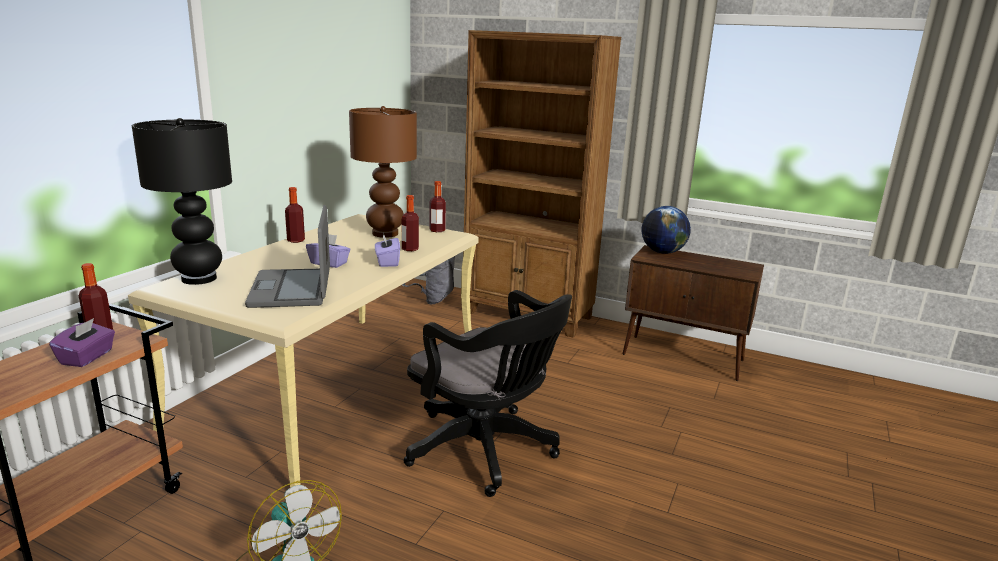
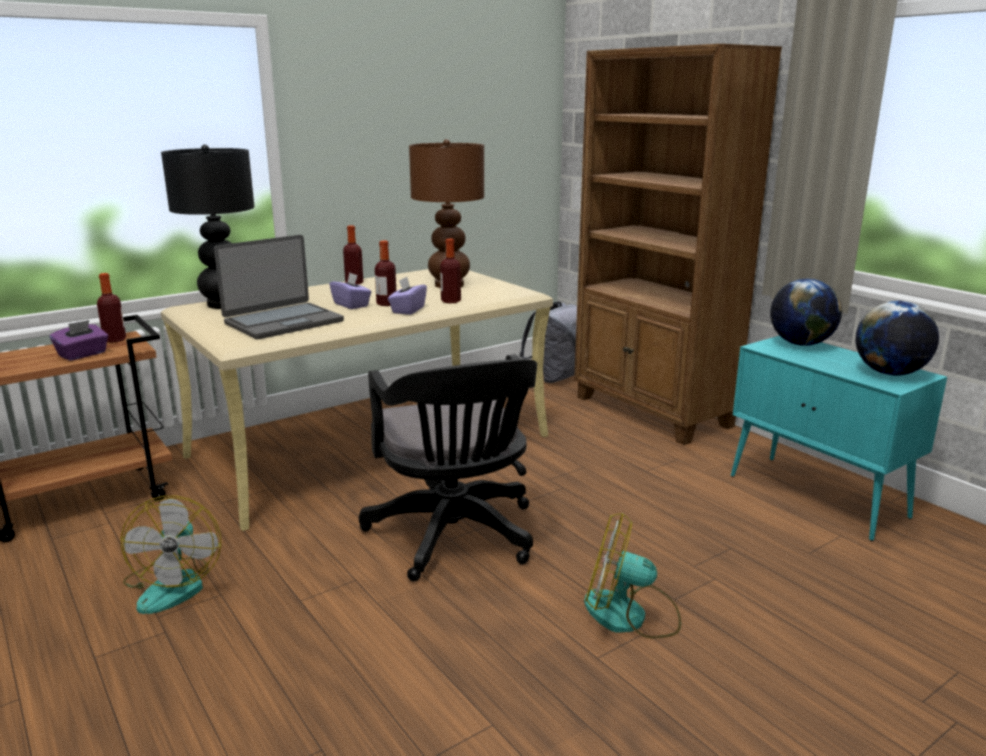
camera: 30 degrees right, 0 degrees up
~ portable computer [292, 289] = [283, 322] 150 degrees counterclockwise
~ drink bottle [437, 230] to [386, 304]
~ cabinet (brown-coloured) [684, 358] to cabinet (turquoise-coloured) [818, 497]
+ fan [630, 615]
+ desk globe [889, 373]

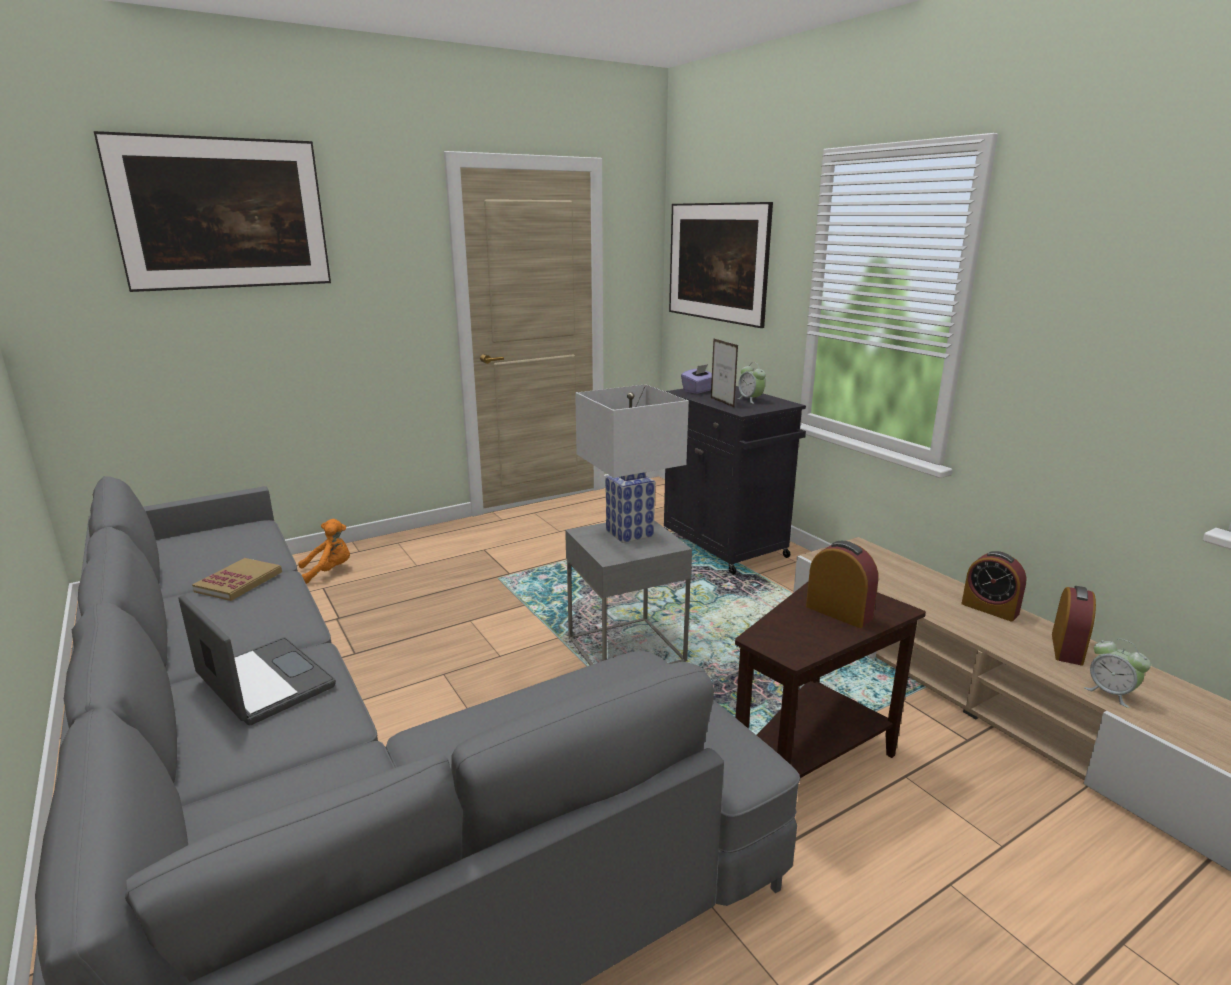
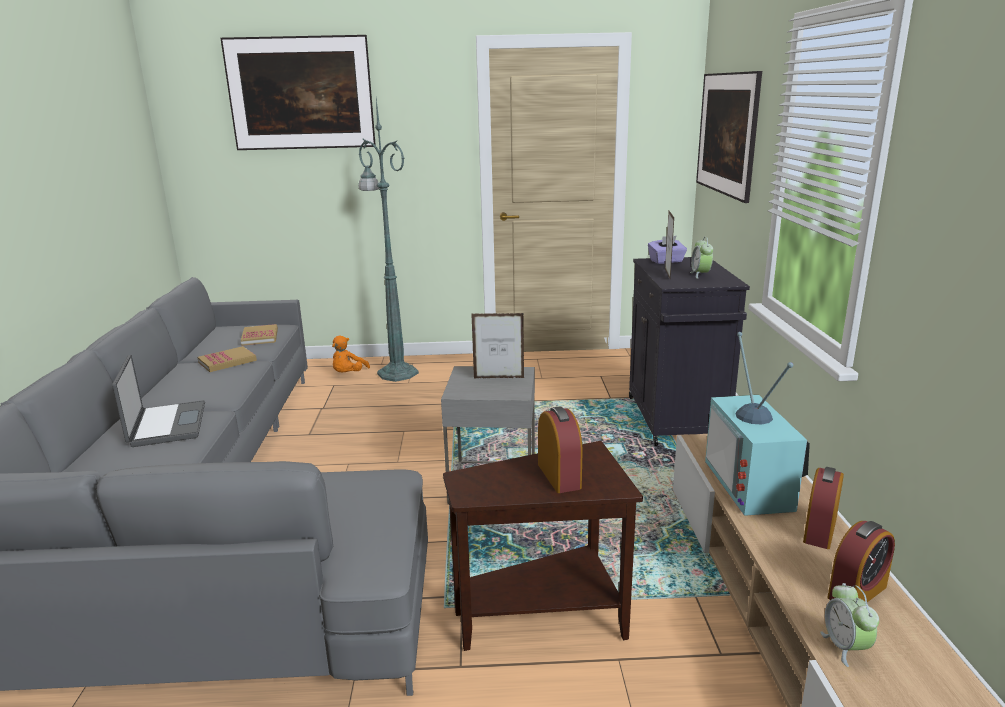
camera: 30 degrees right, 0 degrees up
~ soft toy (orange) [329, 571] = [348, 374] 105 degrees clockwise
~ lamp for a table (white-coloured) [630, 533] to standing frame [499, 378]
~ alarm clock [990, 609] = [819, 531] 45 degrees clockwise
+ volume [260, 337]
+ standard lamp (green-coloured) [396, 373]
+ TV set [754, 485]

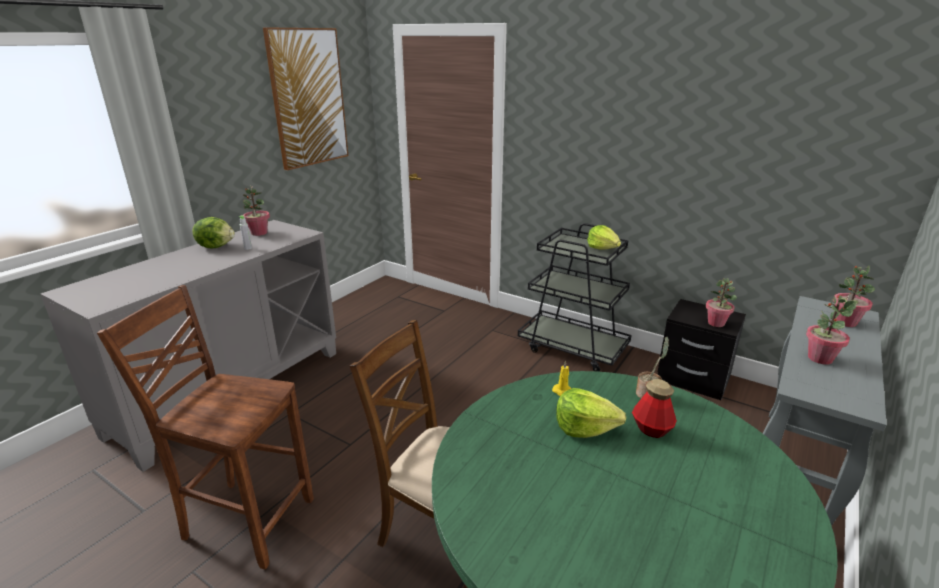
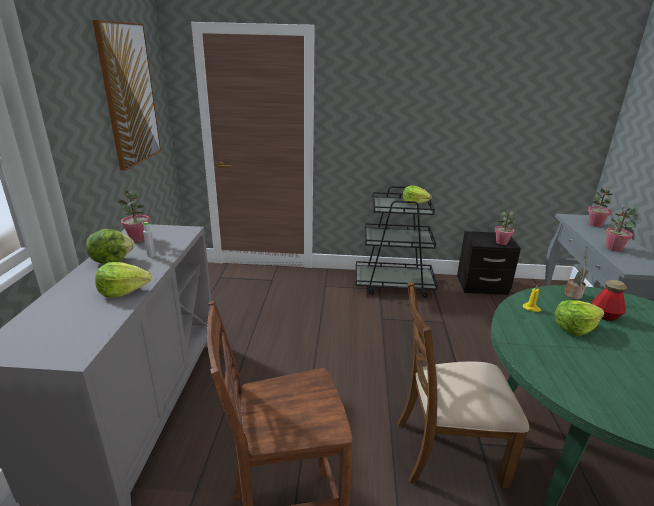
camera: 30 degrees left, 0 degrees up
+ lettuce head [123, 291]

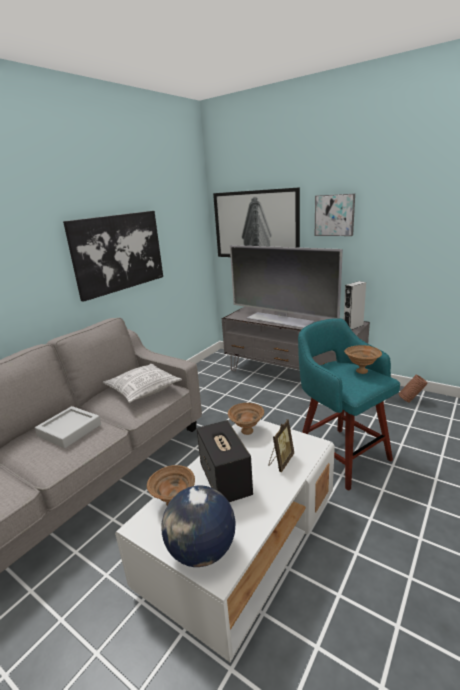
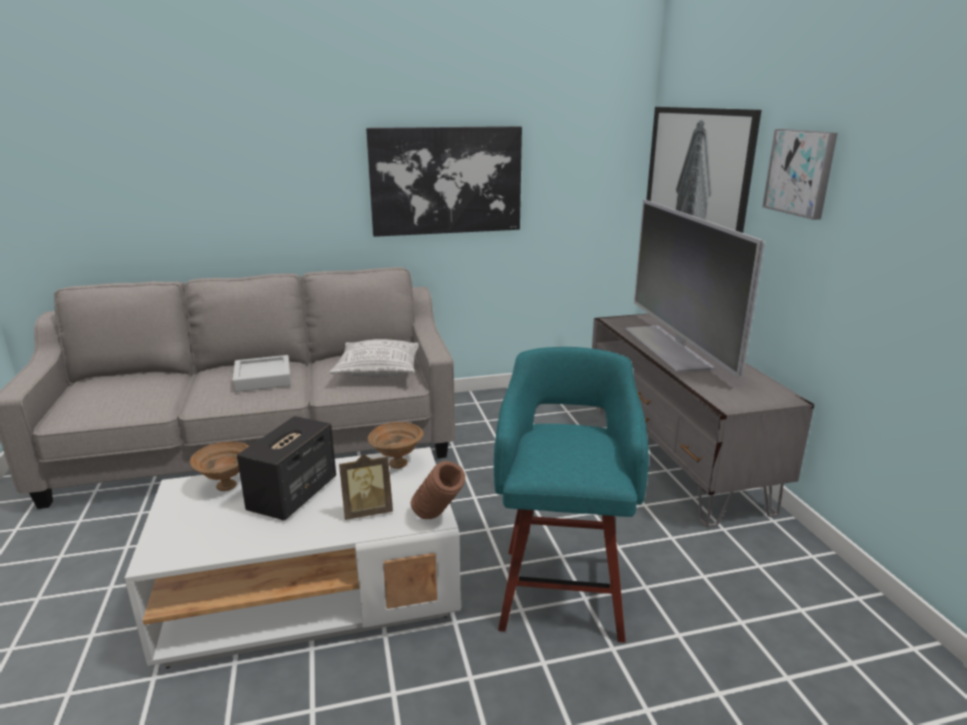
camera: 40 degrees right, 0 degrees up
- desk globe [201, 551]
- speaker (gray) [353, 327]
- serving bowl (brown-coloured) [360, 371]
~ flower vase (brown-coloured) [411, 401] to [438, 520]

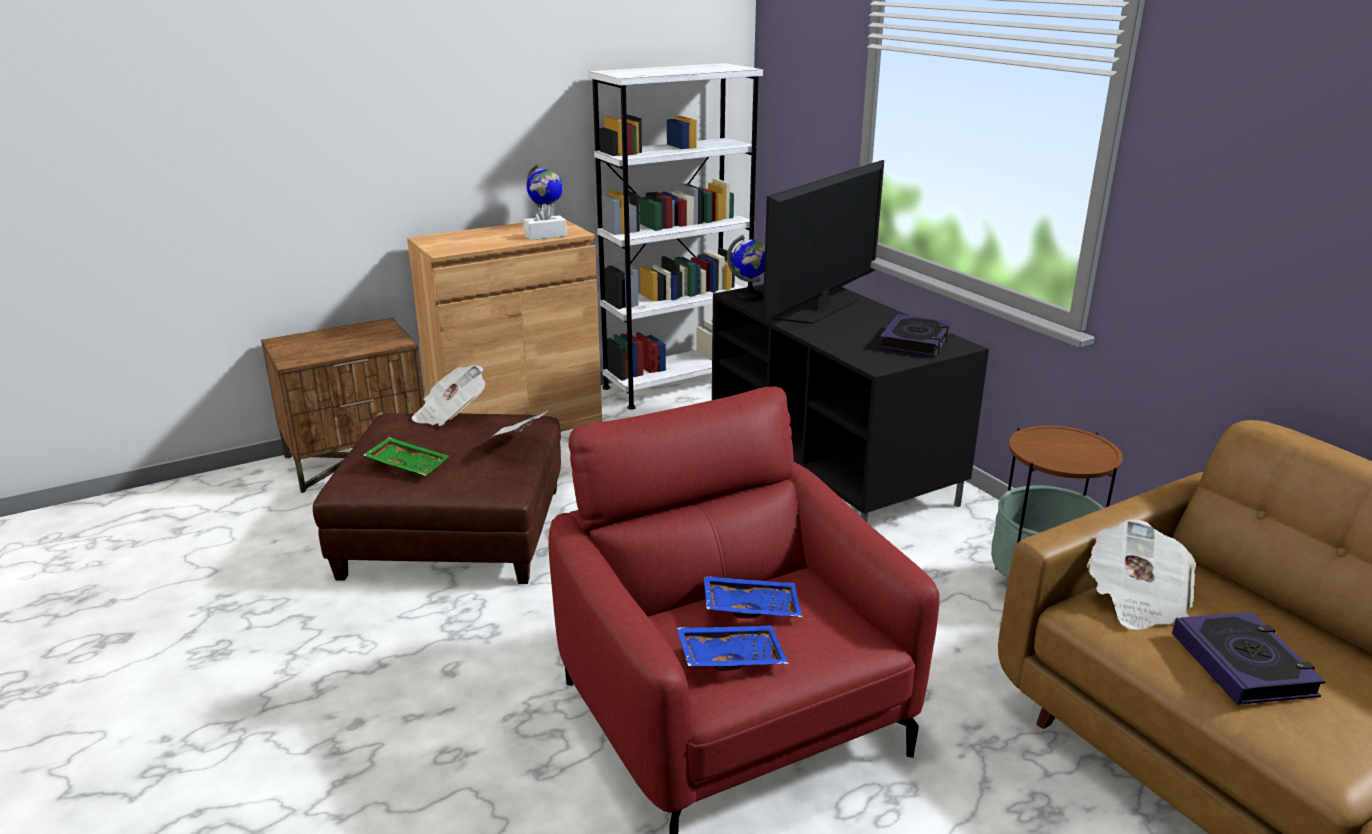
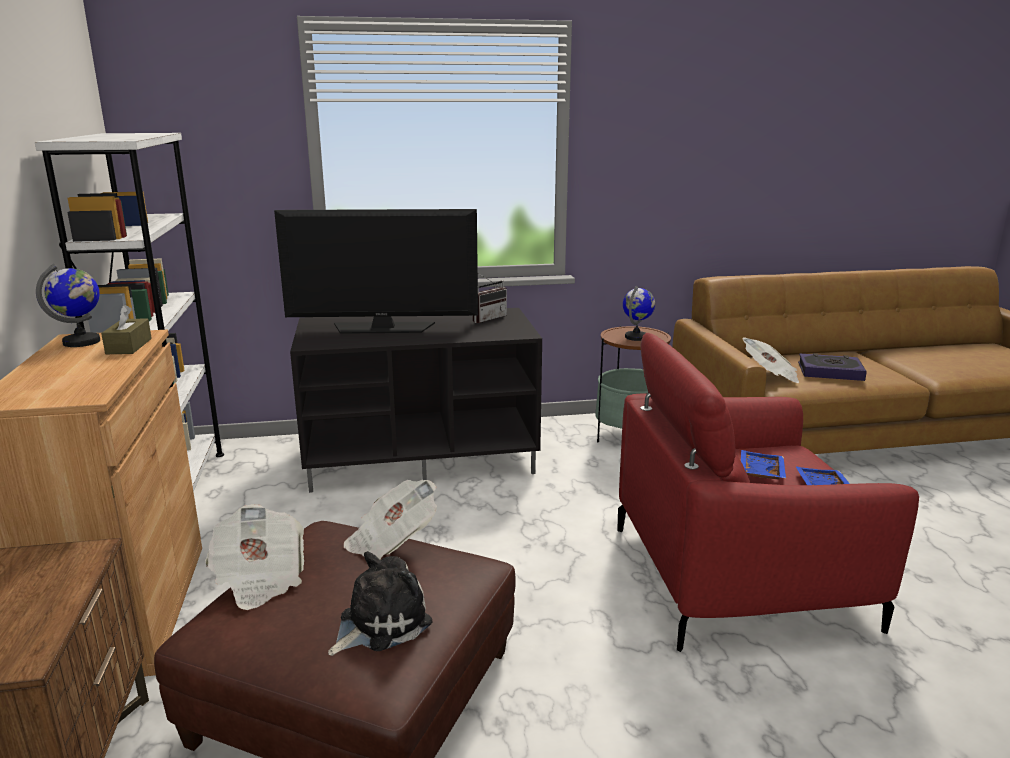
camera: 70 degrees left, 5 degrees down
~ serving tray (green-coloured) [408, 465] to soft toy [380, 623]
~ tissue box (white-coloured) [545, 236] to tissue box (brown-coloured) [129, 346]
~ desk globe [749, 297] to [636, 337]
~ TV set [819, 308] = [383, 328] 120 degrees clockwise
~ volume [915, 341] to radio receiver [486, 318]

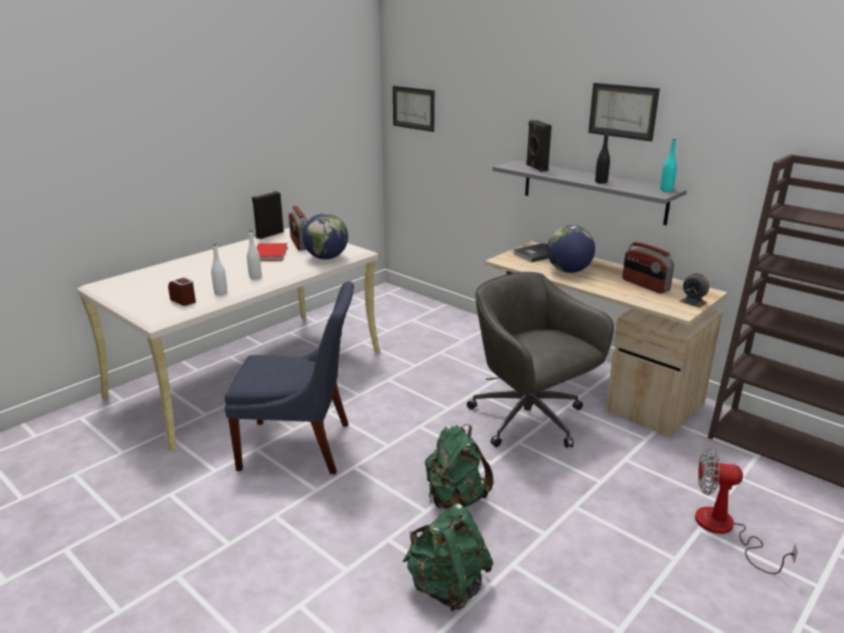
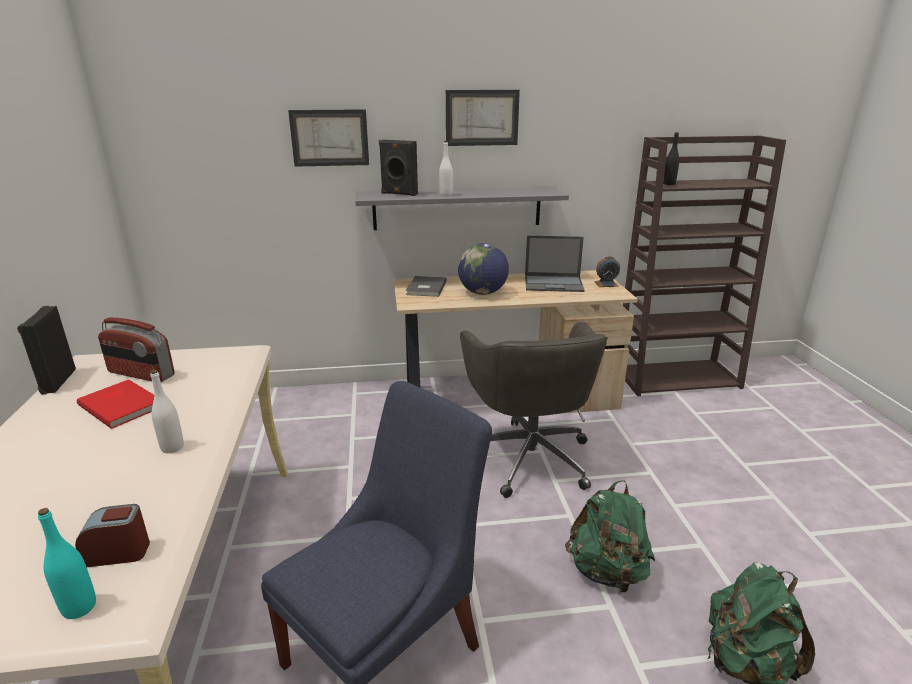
camera: 50 degrees left, 0 degrees up
~ drink bottle (white-coloured) [221, 293] to [446, 195]
- desk globe [326, 258]
~ picture [413, 108] to [329, 138]
~ office chair (gray) [529, 420] = [529, 456] 105 degrees counterclockwise
~ drink bottle (blackish) [601, 182] to [669, 184]
~ radio receiver [645, 285] to portable computer [554, 284]
~ drink bottle (turquoise-coloured) [666, 190] to [79, 607]
- fan [725, 530]

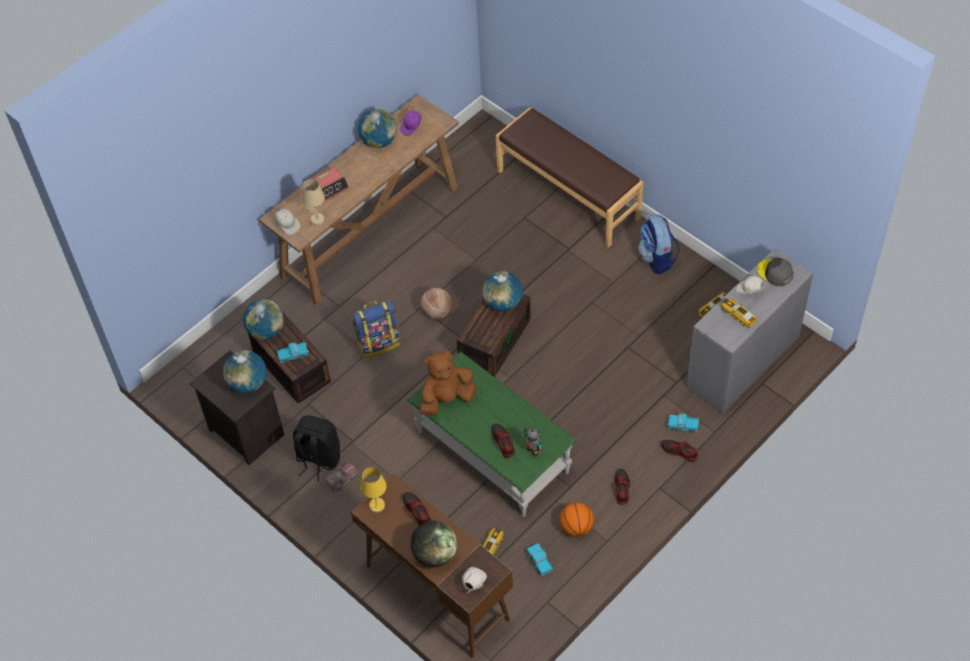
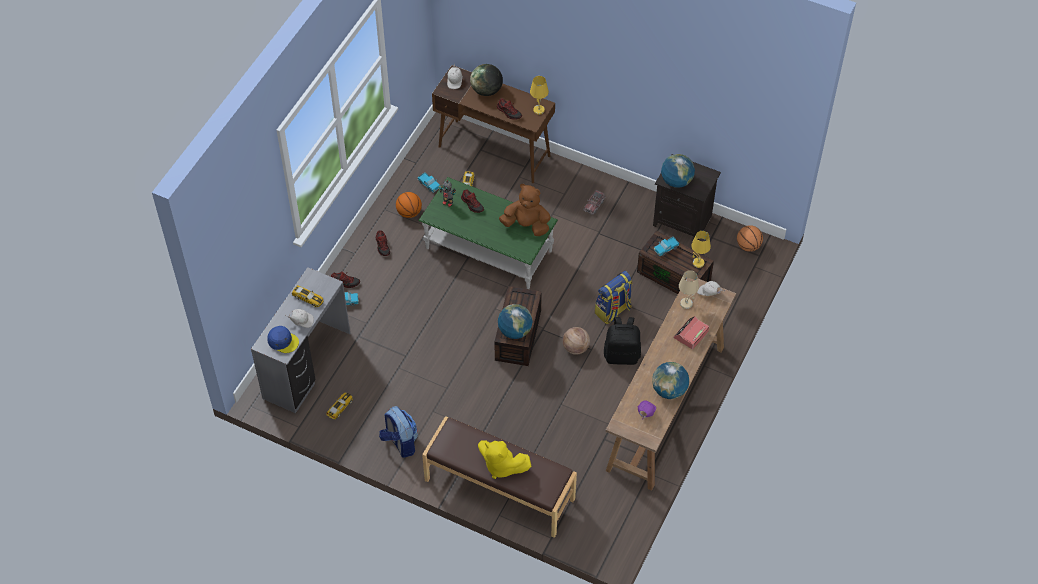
camera: 160 degrees right, 0 degrees up
~ desk globe [266, 330] to lamp for a table (yellow) [698, 263]
~ knapsack (blackish) [318, 459] to [622, 355]
~ soft toy (brown-coloured) [447, 399] = [526, 225] 120 degrees counterclockwise
~ baseball cap (gray) [775, 273] to baseball cap (blue) [283, 341]
+ soft toy (yellow) [501, 466]
+ basketball ball [748, 246]

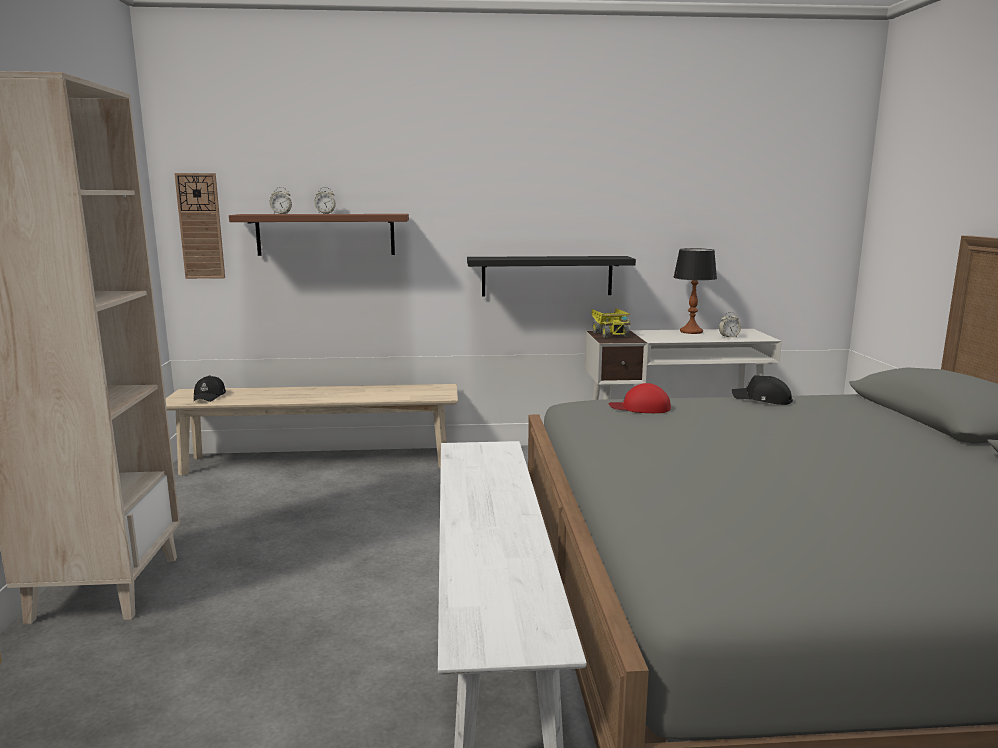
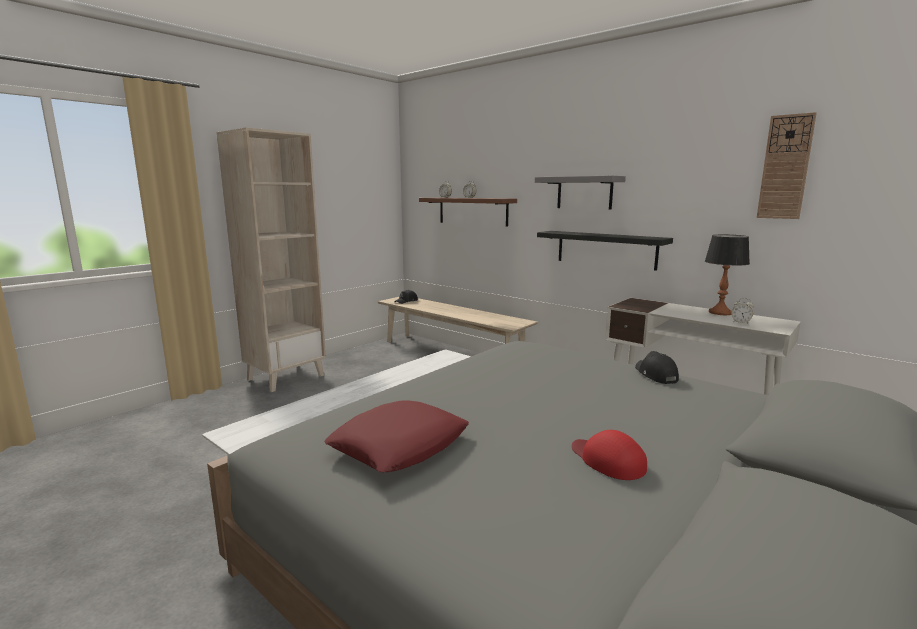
camera: 45 degrees right, 0 degrees up
~ hanging clock [200, 226] to [785, 167]
- toy lorry [610, 334]
~ baseball cap (red) [640, 407] to [607, 460]
+ cushion (red) [399, 445]
+ wall shelf (gray) [584, 192]

